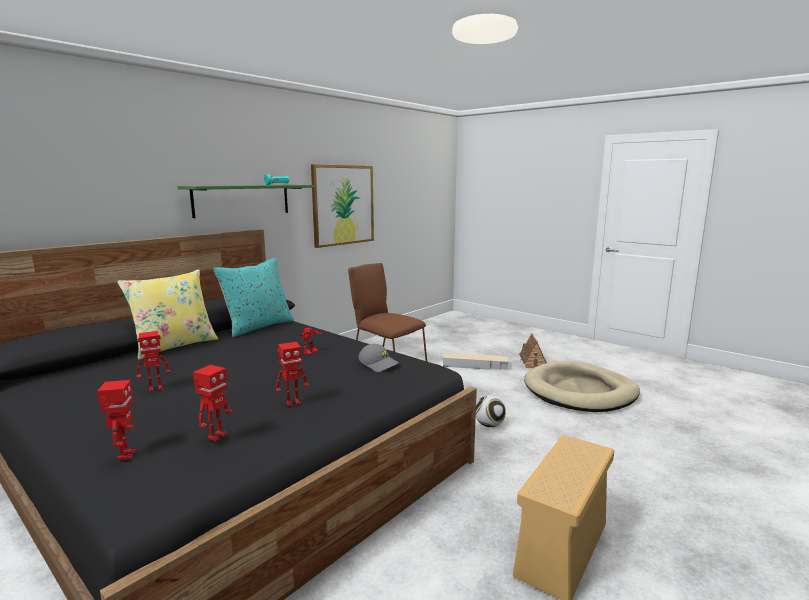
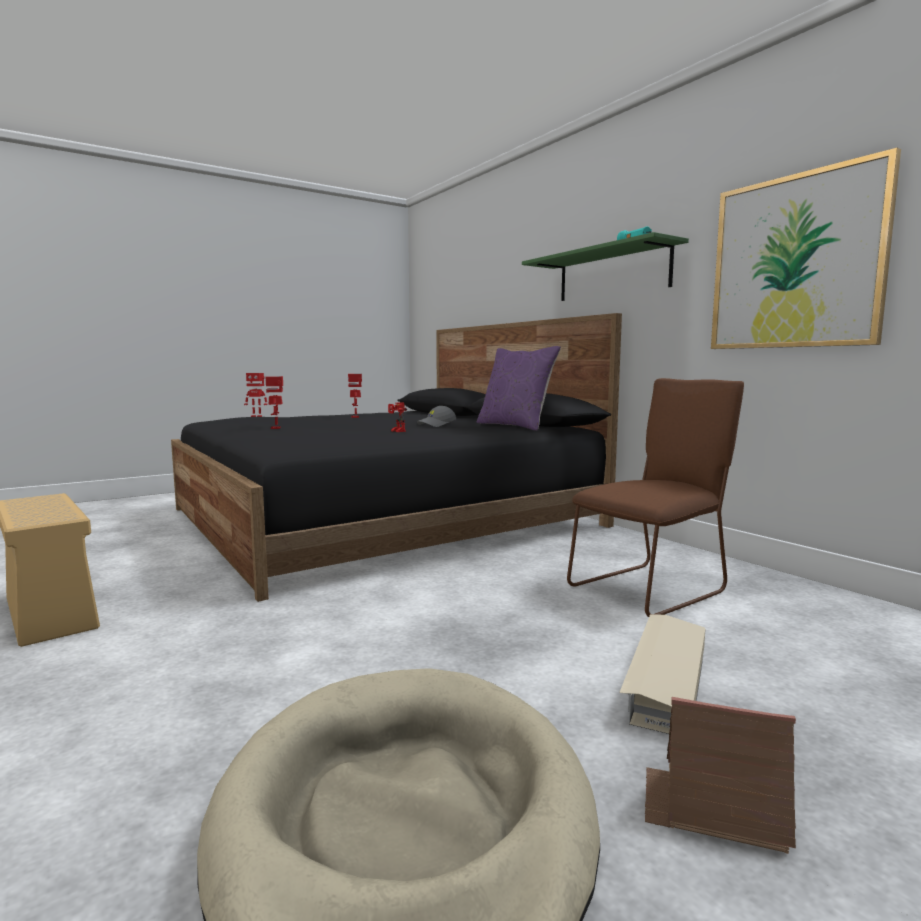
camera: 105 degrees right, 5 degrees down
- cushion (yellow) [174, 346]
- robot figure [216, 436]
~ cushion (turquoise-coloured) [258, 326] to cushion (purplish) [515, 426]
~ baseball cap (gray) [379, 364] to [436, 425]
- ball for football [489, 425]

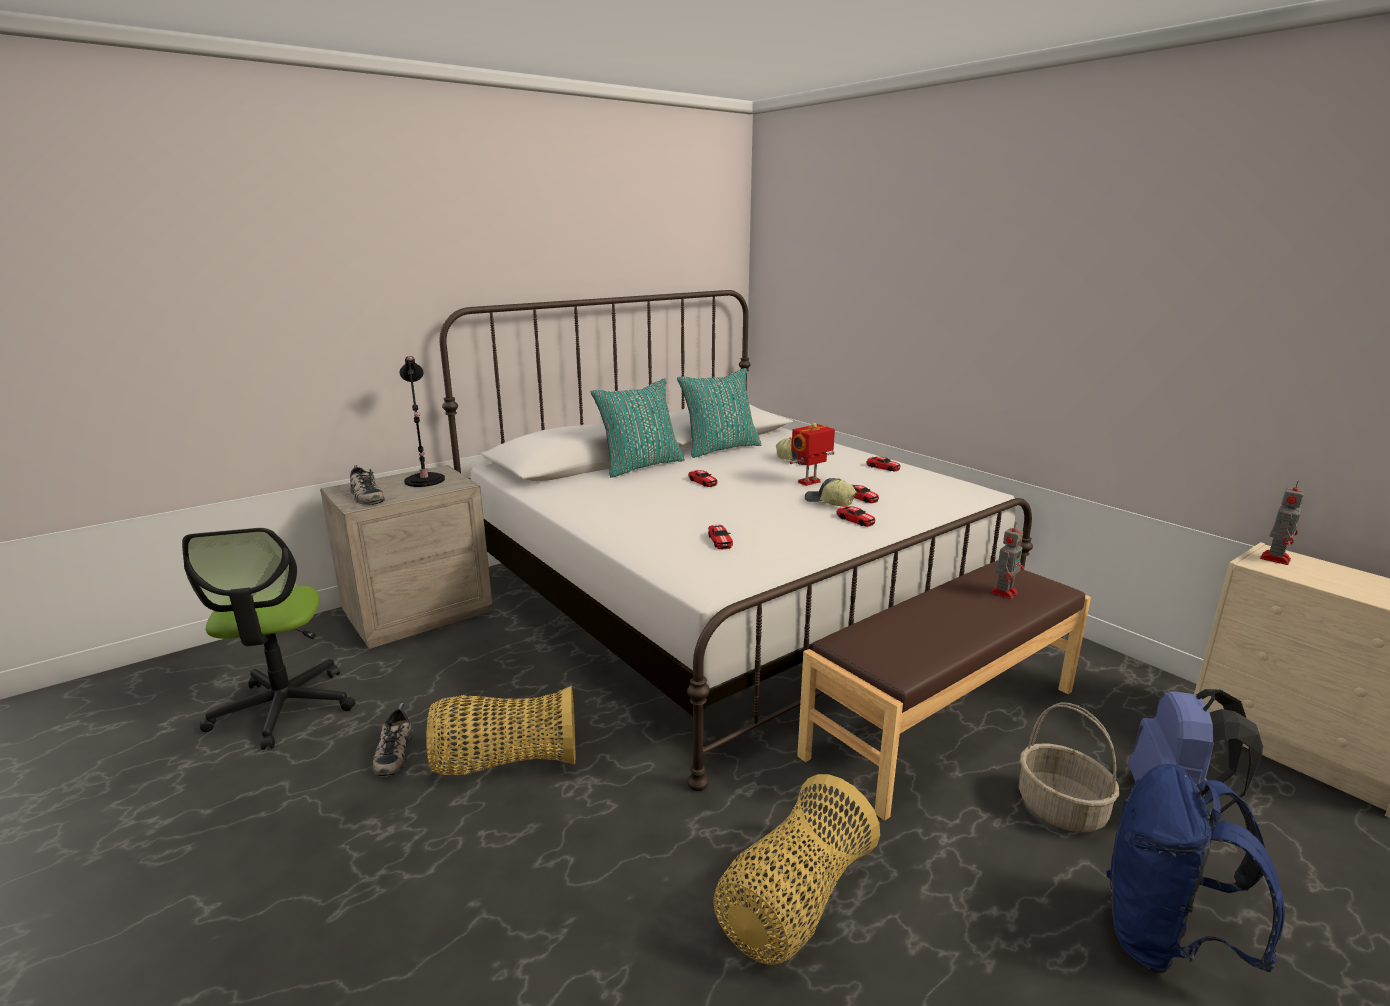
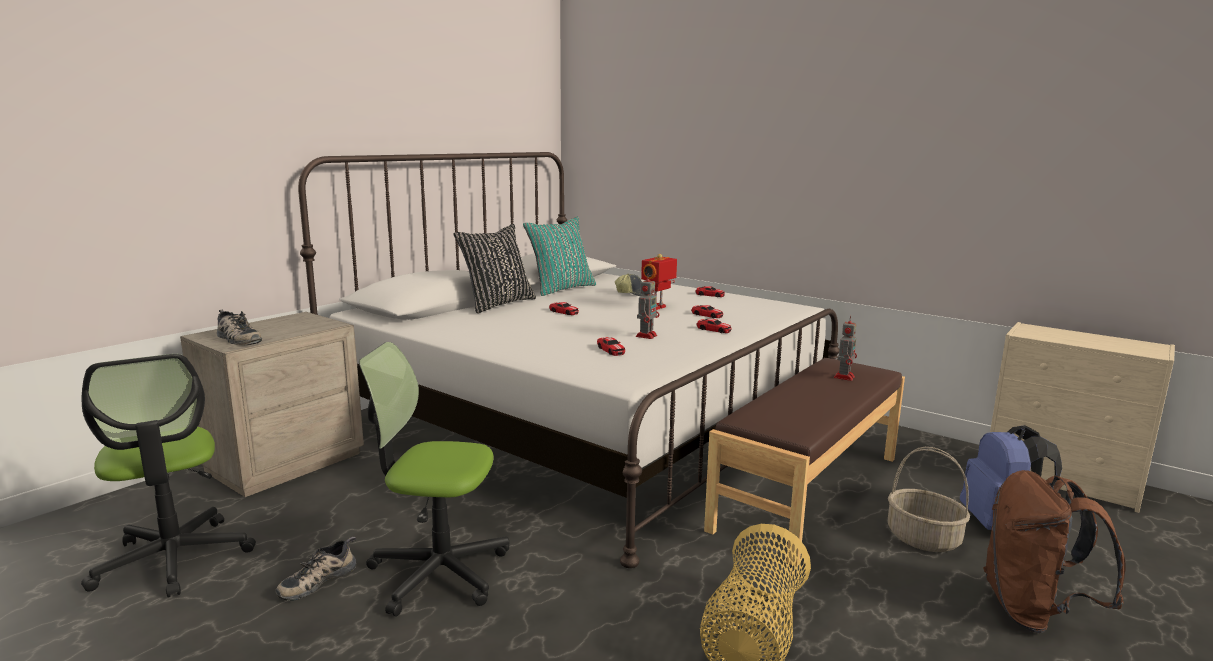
camera: 15 degrees left, 5 degrees down
~ item of footwear [393, 752] = [317, 579] 60 degrees clockwise
- lamp for a table (blackish) [424, 481]
~ storage basket [505, 762] to office chair [438, 572]
~ cushion (turquoise-coloured) [640, 466] to cushion (blackish) [497, 304]
- baseball cap [829, 502]
~ knapsack (blue) [1164, 940] to knapsack (brown-coloured) [1033, 612]
~ robot figure [1275, 558] to [647, 335]

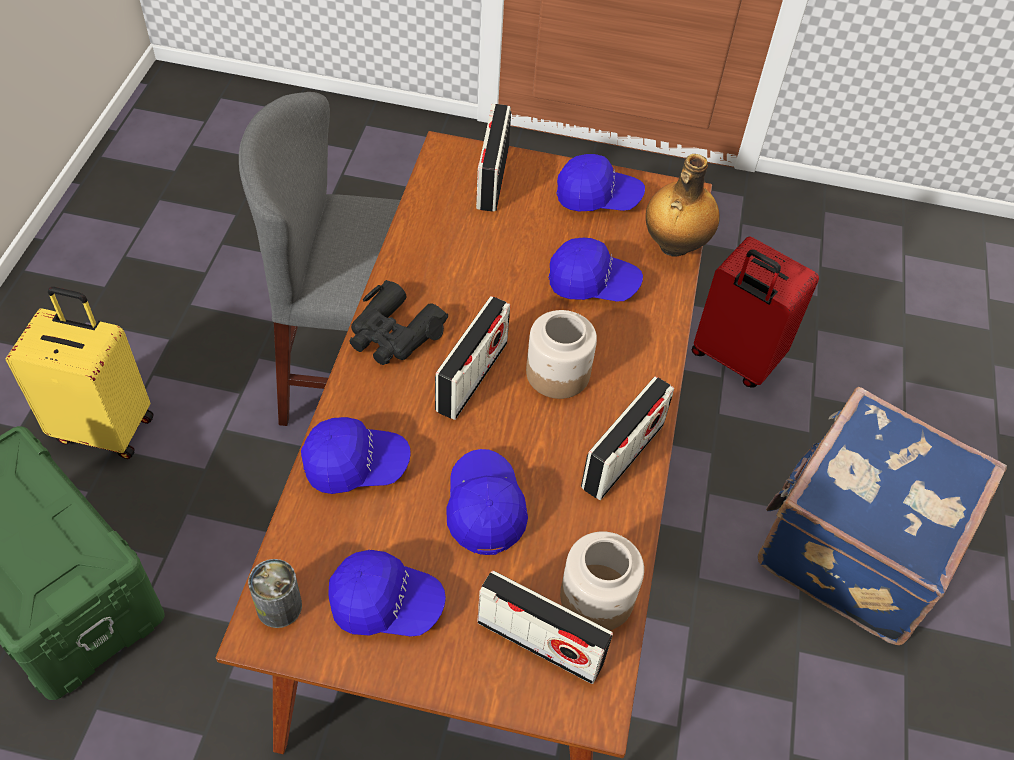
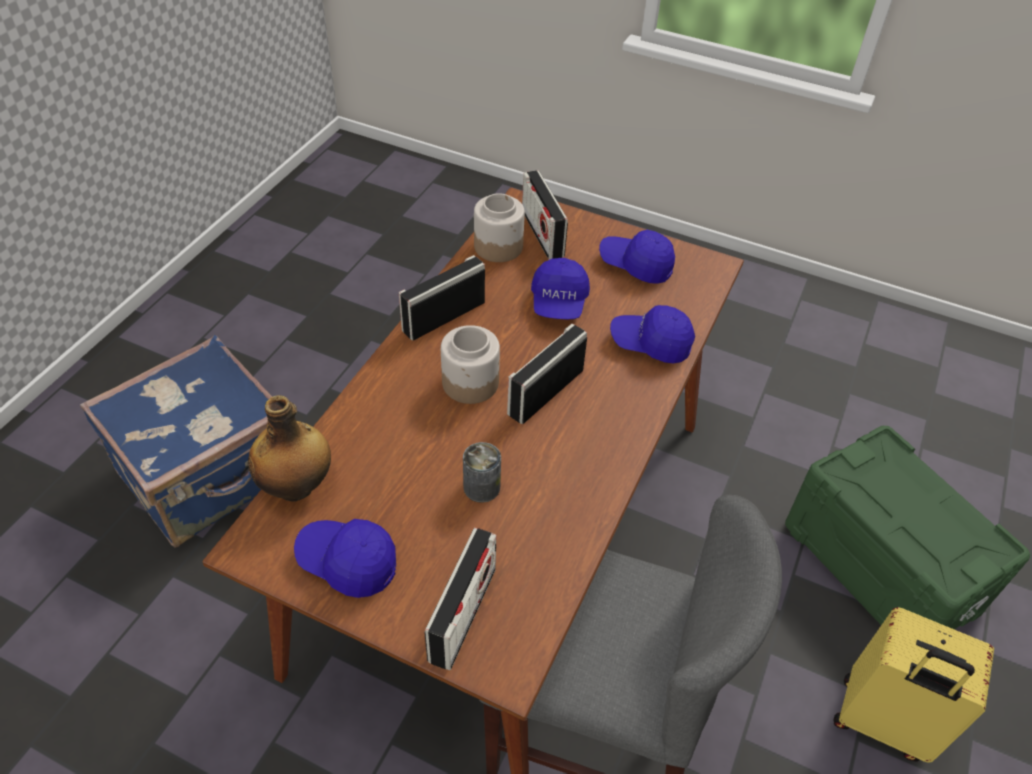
camera: 165 degrees left, 5 degrees down
~ sealed can [279, 607] to [481, 487]
- field glasses (blackish) [393, 334]
~ radio receiver [540, 643] = [542, 233] 150 degrees counterclockwise
- baseball cap (blue) [592, 284]
- travel case (red) [734, 359]

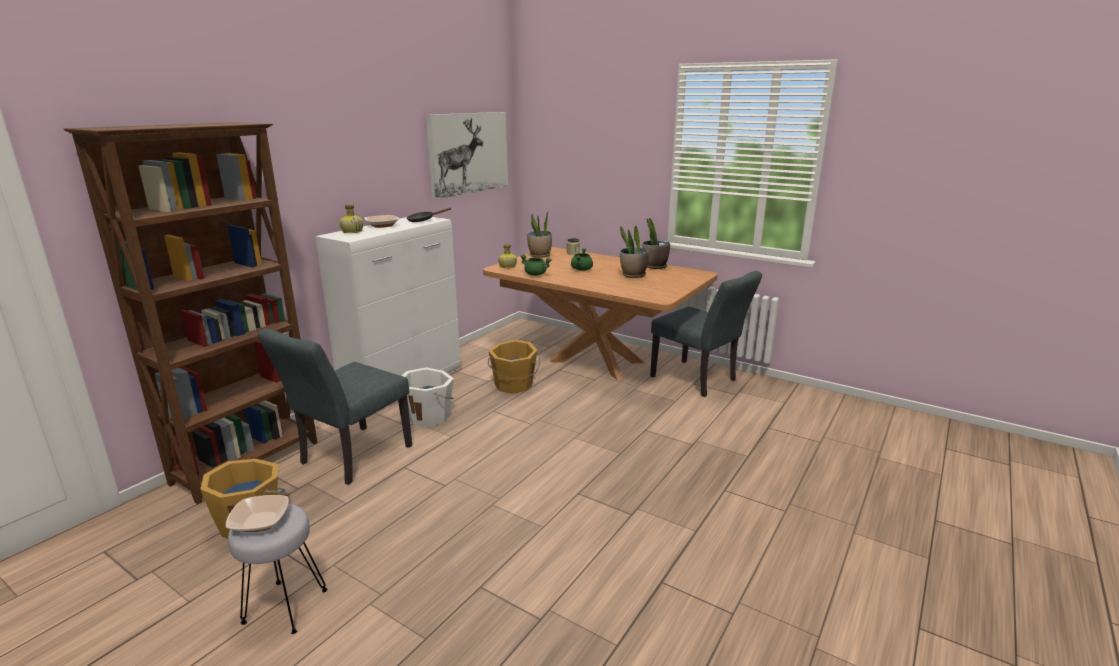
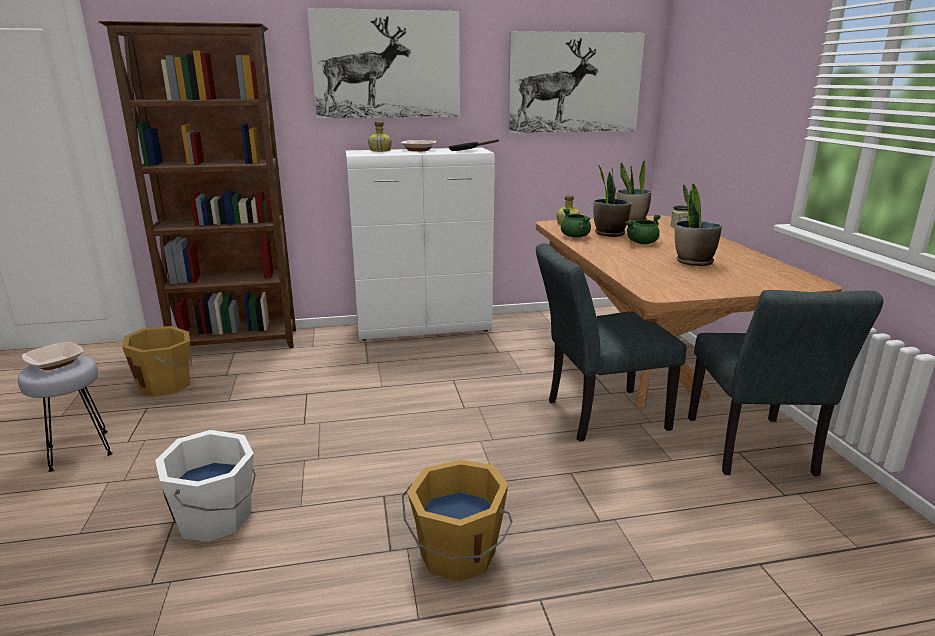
camera: 45 degrees right, 0 degrees up
~ plain chair (gray) [349, 458] to [597, 415]
~ bucket (white-coloured) [430, 416] to [216, 518]
~ bucket (orange) [514, 385] to [457, 554]
~ houseplant [654, 266] to [609, 233]
+ picture [386, 65]

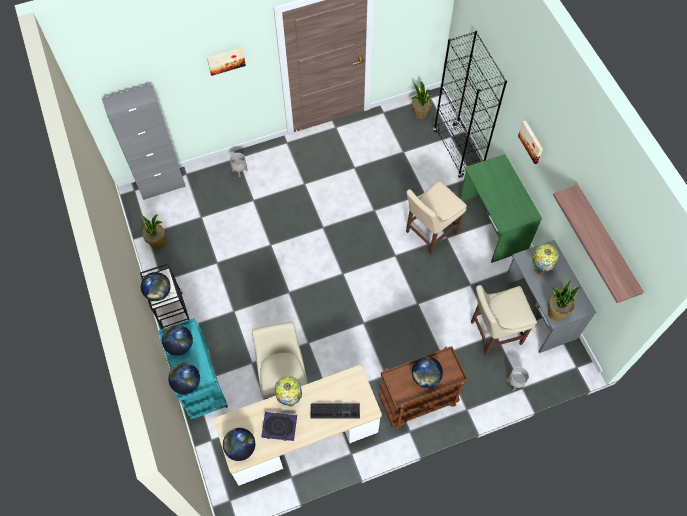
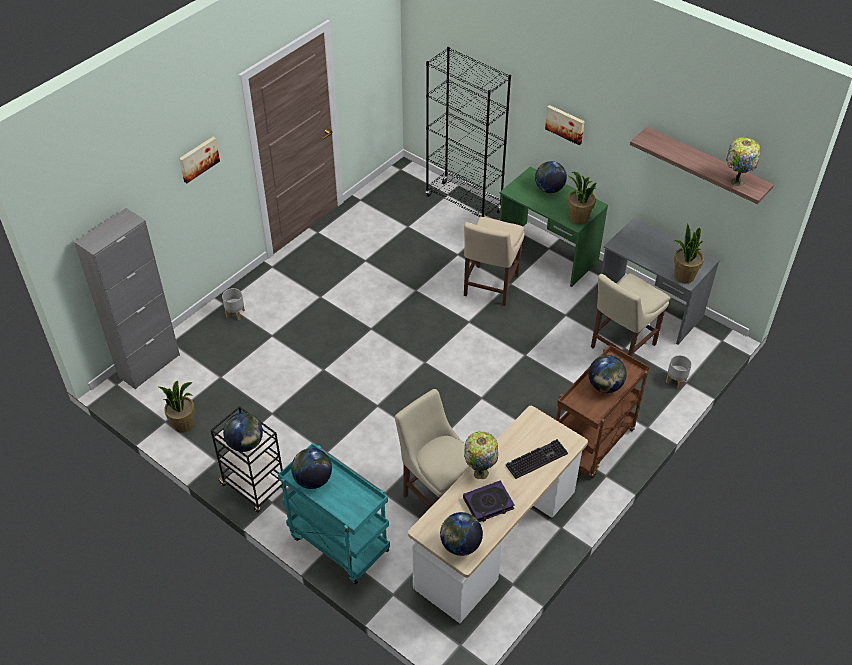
camera: 30 degrees left, 15 degrees down
~ desk globe [187, 383] to [549, 189]
~ houseplant [420, 114] to [578, 218]
~ lamp for a table [539, 269] to [736, 181]

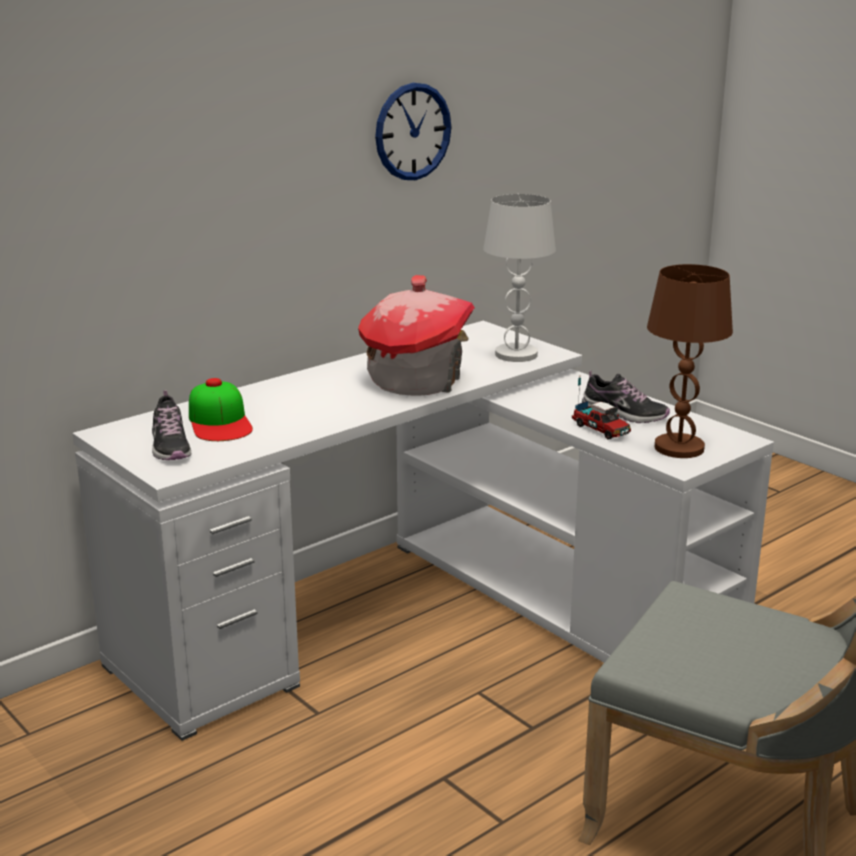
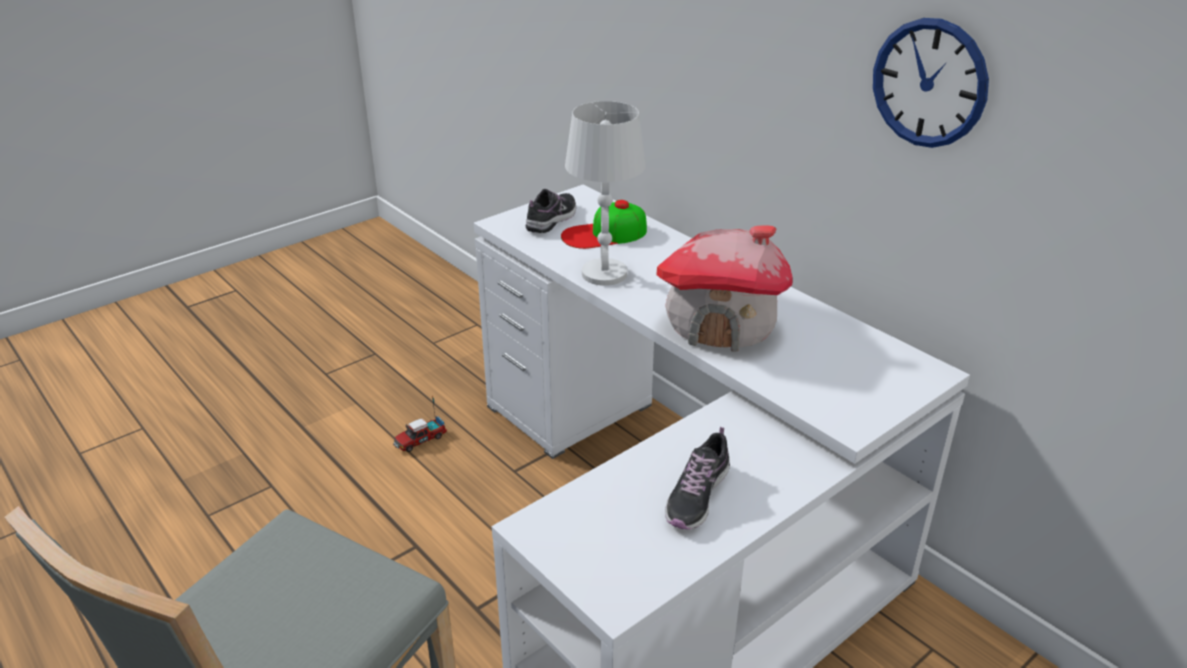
camera: 90 degrees right, 10 degrees up
~ item of footwear [170, 446] = [552, 219] 135 degrees clockwise
~ lamp for a table (white-coloured) [516, 354] to [604, 274]
~ toy lorry [601, 430] to [420, 440]
- lamp for a table (brown-coloured) [678, 448]

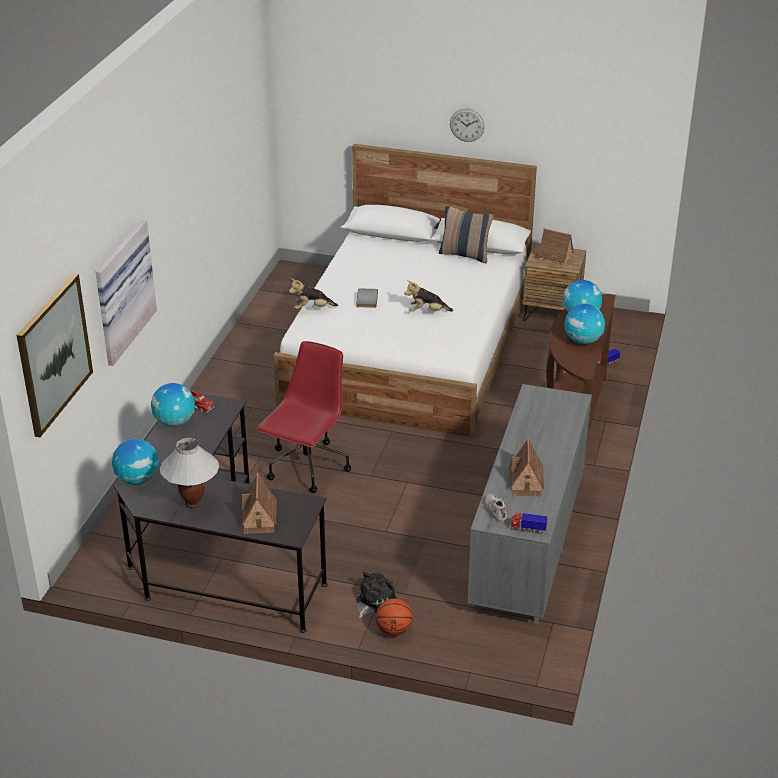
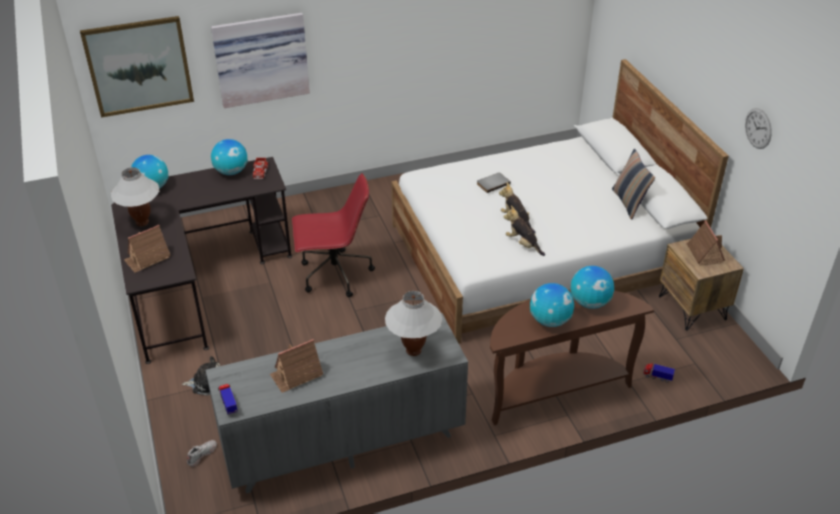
camera: 55 degrees right, 5 degrees up
~ soft toy [312, 309] to [523, 244]
- basketball ball [394, 630]
~ hanging clock [467, 125] to [758, 128]
~ item of footwear (white-coloured) [495, 510] to [202, 454]
+ lamp for a table (white-coloured) [414, 351]

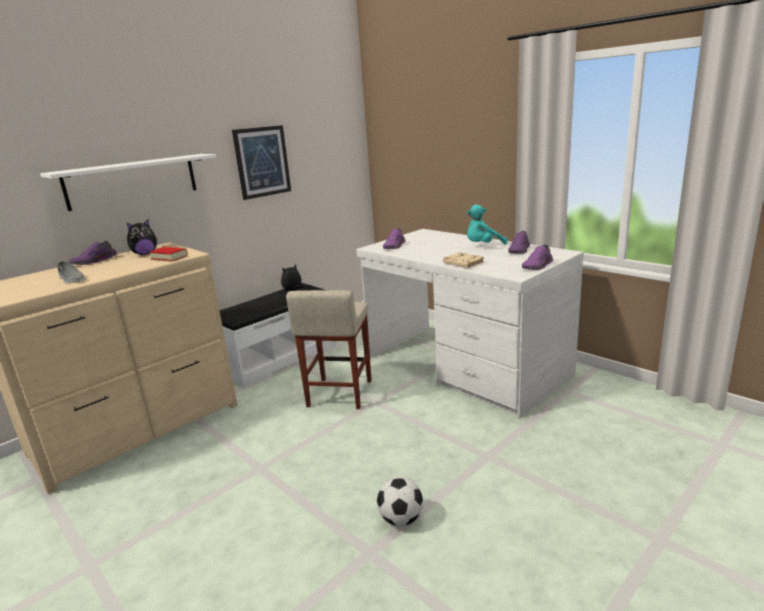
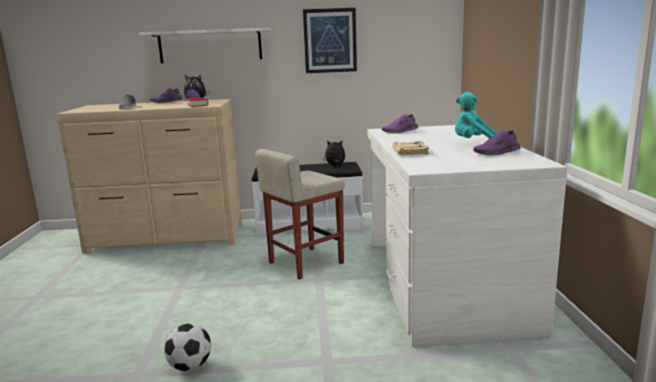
camera: 40 degrees right, 5 degrees down
- item of footwear (purplish) [538, 266]

